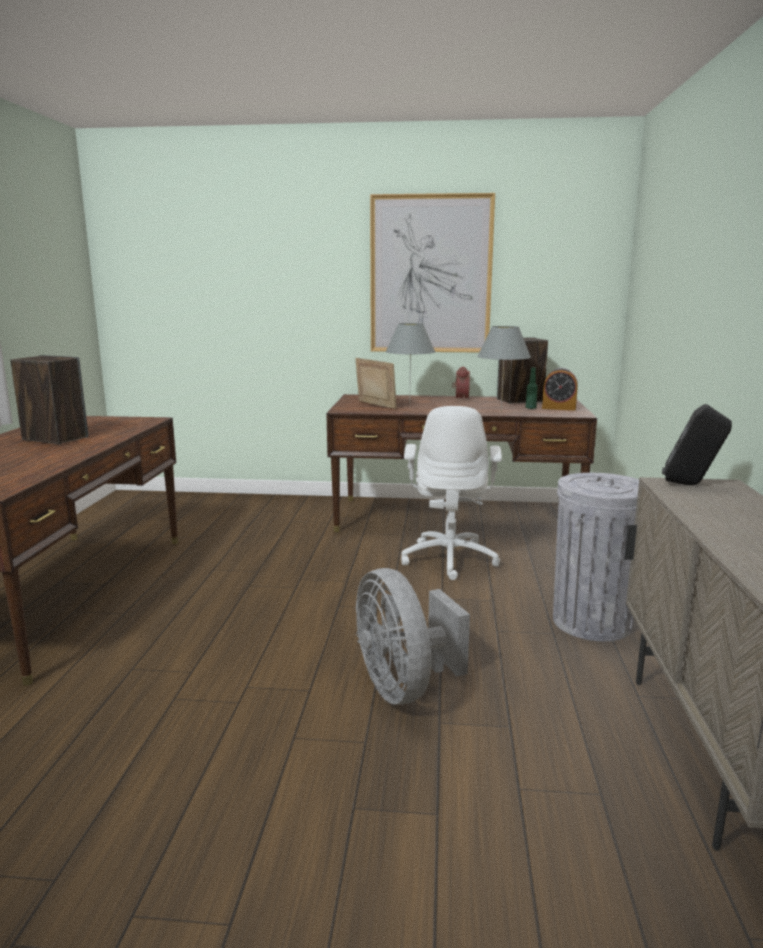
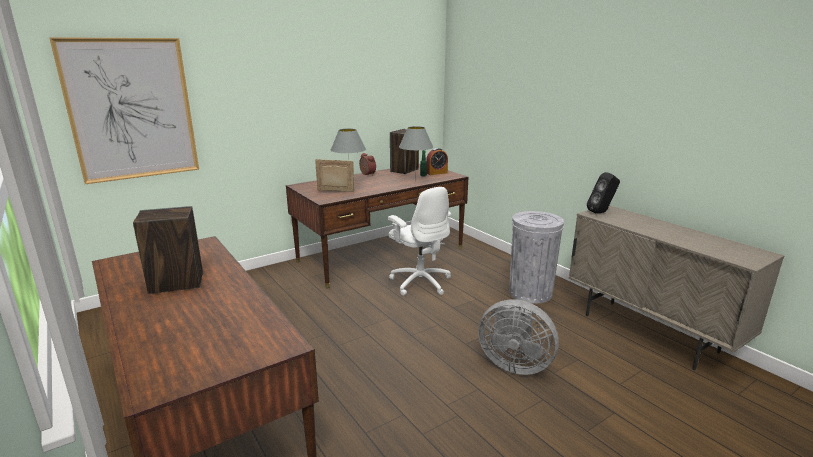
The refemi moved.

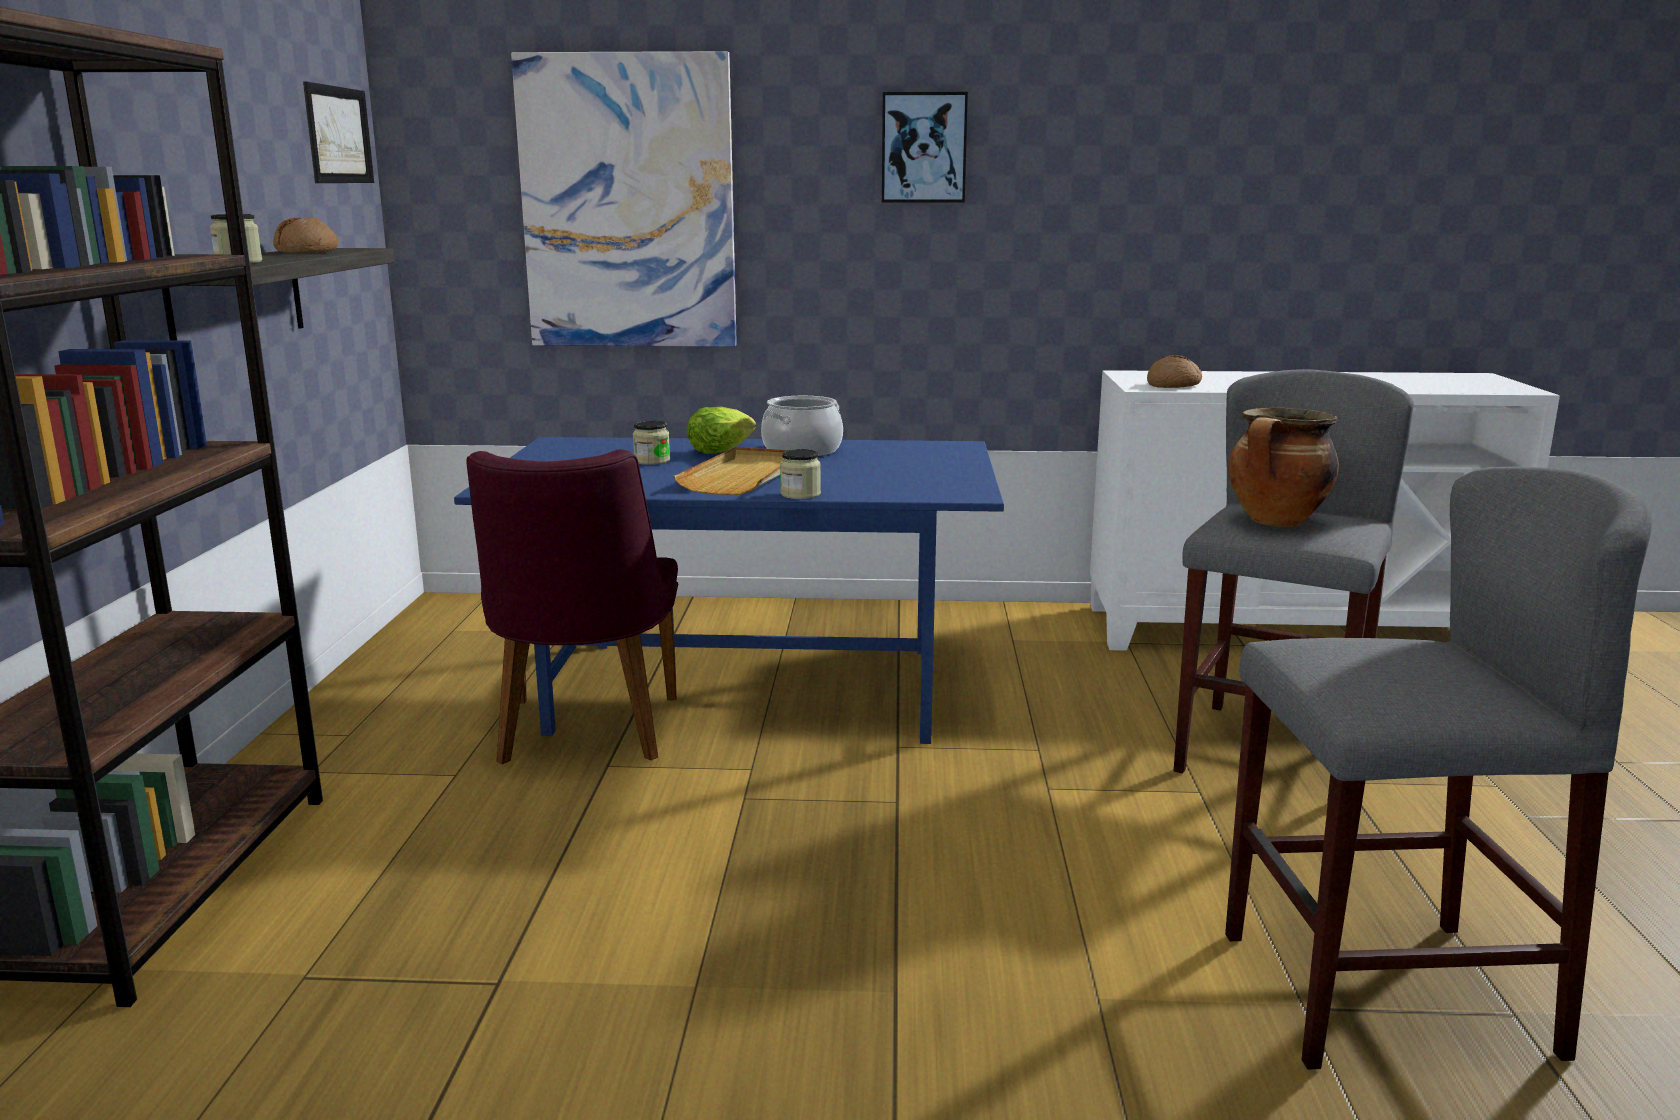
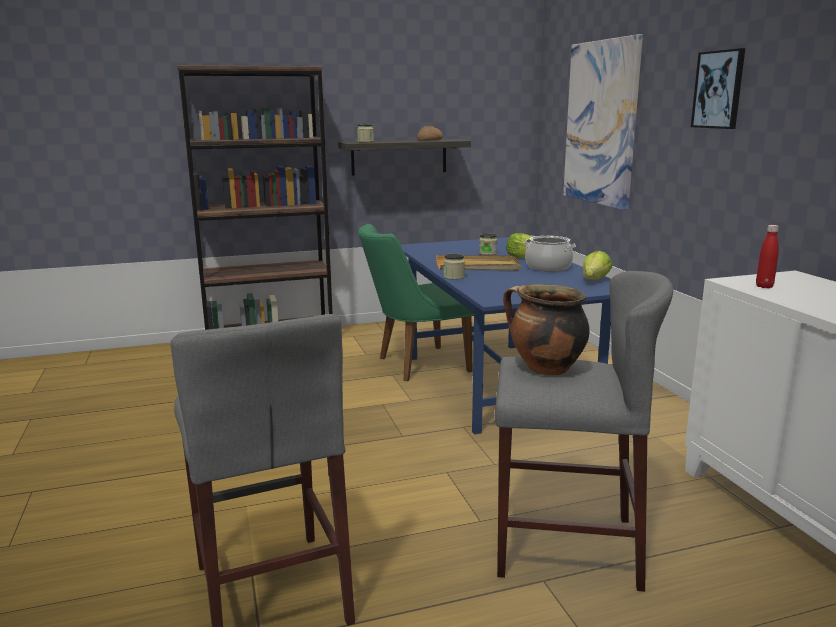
The refemi (no. 1 from left) disappeared.
The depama (no. 2 from left) was replaced by the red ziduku.
The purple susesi became the green susesi.
The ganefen (no. 2 from left) appeared.

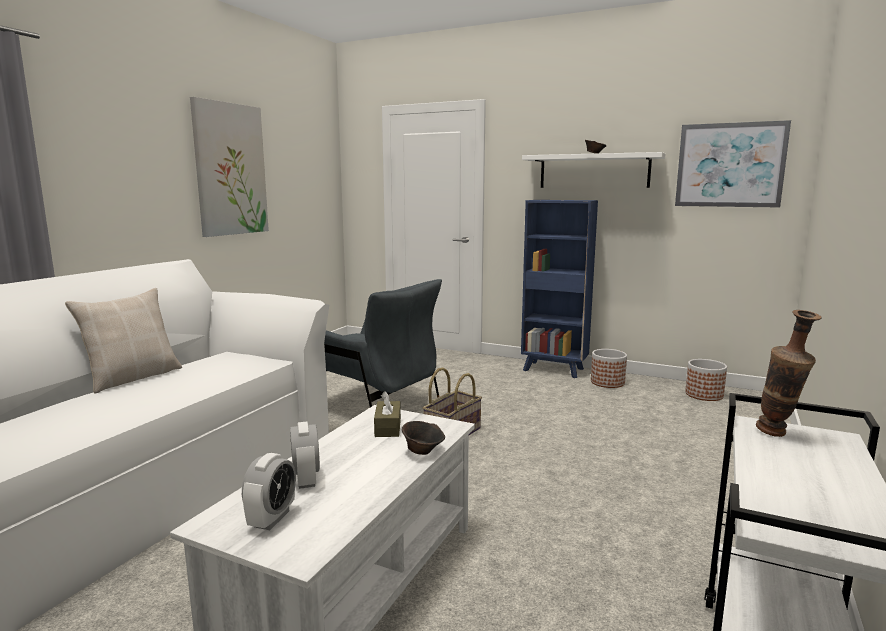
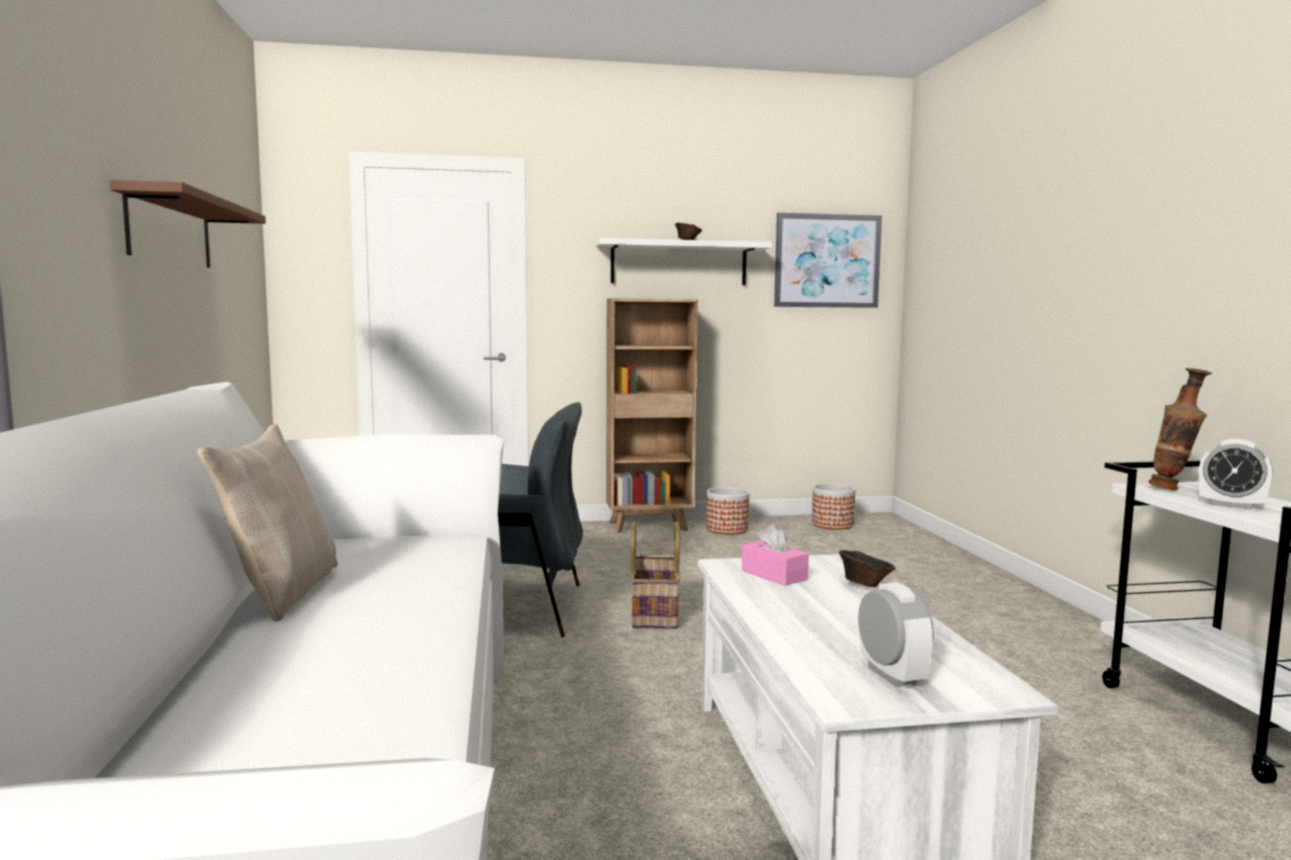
The refemi (no. 1 from left) was replaced by the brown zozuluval.
The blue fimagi became the brown fimagi.
The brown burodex became the pink burodex.
The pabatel (no. 2 from left) moved.

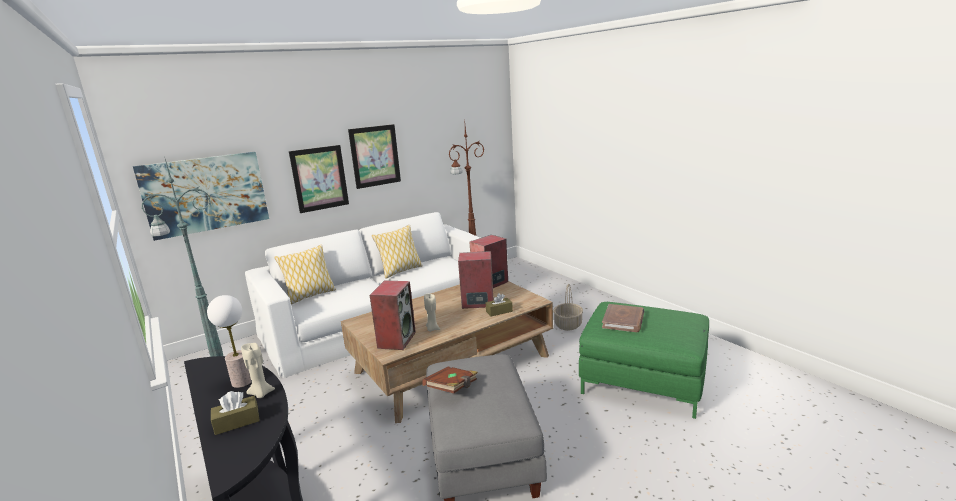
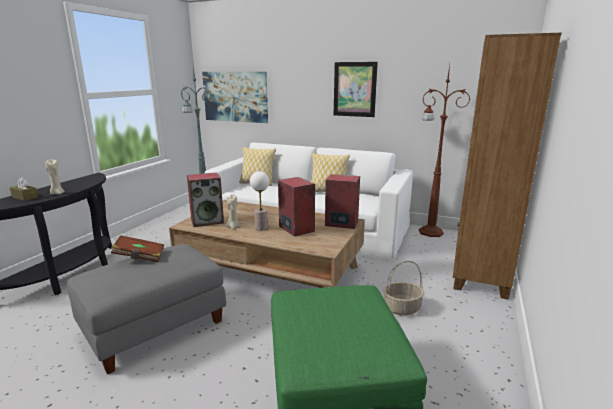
The refemi (no. 2 from left) disappeared.
The brown burodex (no. 2 from left) disappeared.
The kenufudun moved.
The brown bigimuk (no. 2 from left) disappeared.
The brown fimagi appeared.

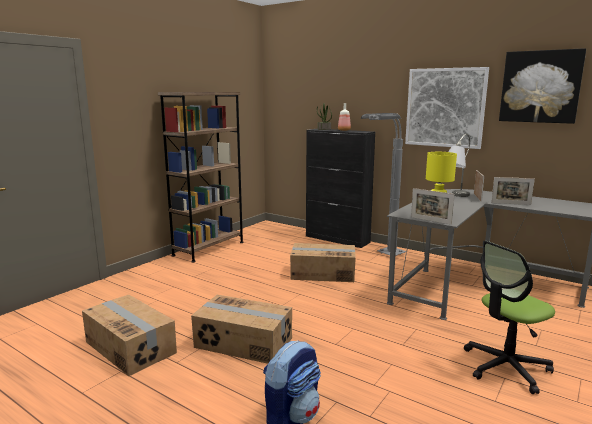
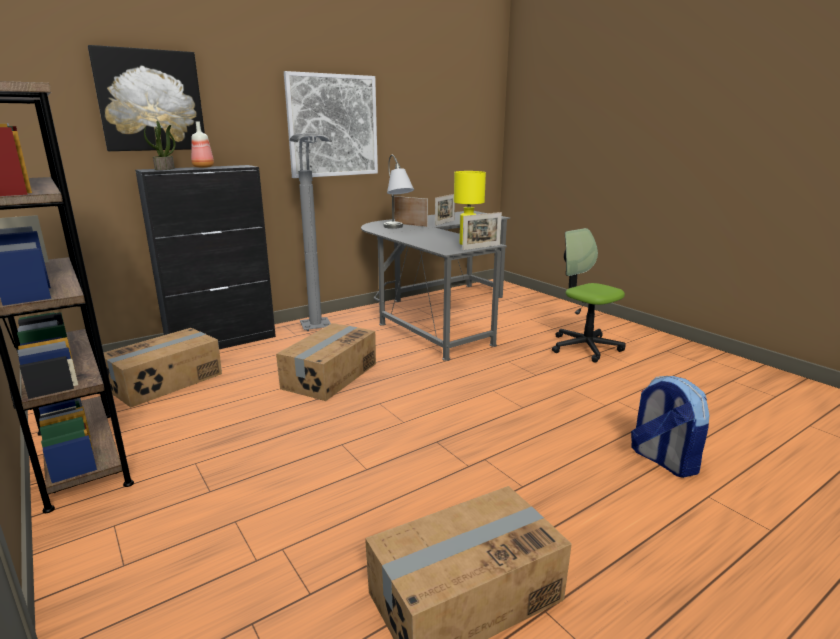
The refemi (no. 2 from left in the first image) moved.
The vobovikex turned 150 degrees clockwise.
The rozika (no. 2 from left in the first image) moved.

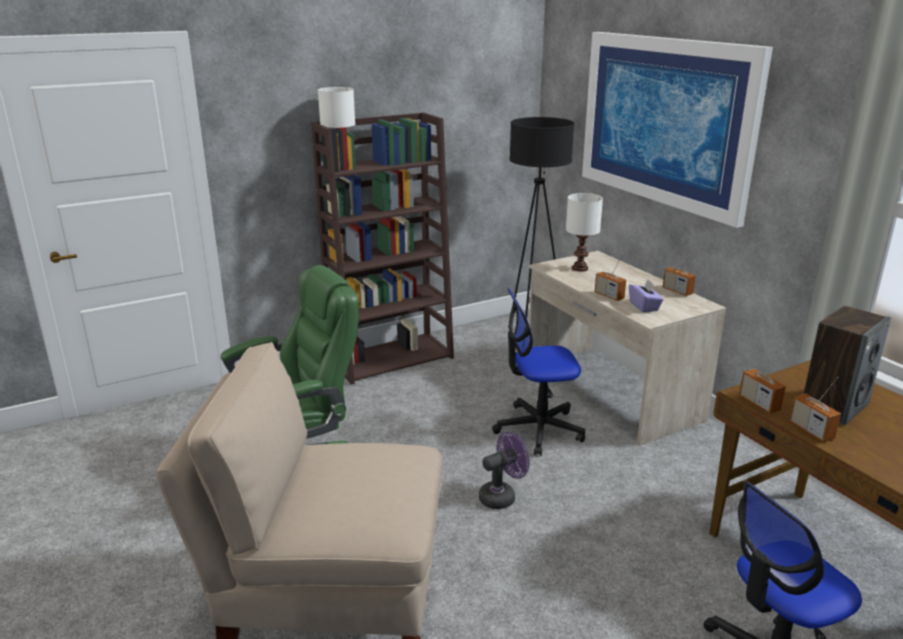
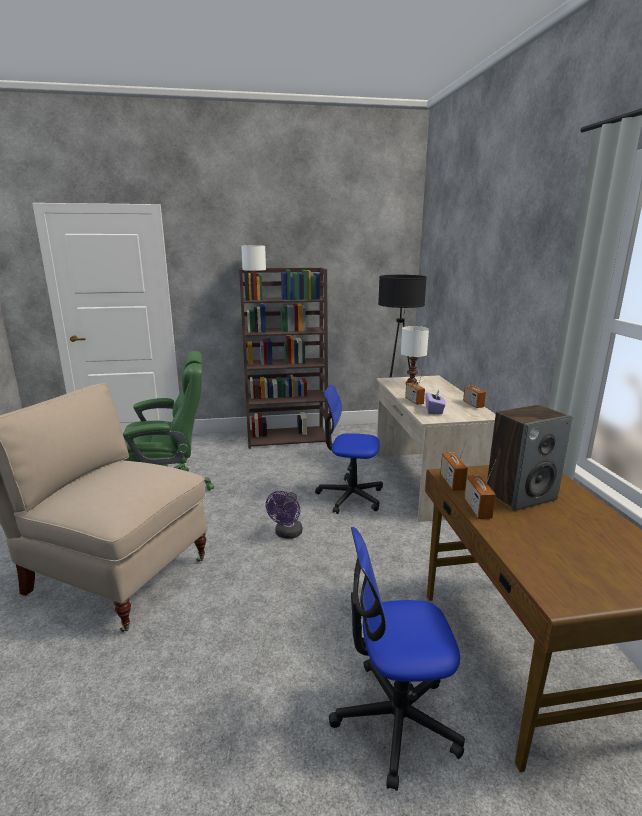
The refemi disappeared.
The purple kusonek turned 120 degrees clockwise.

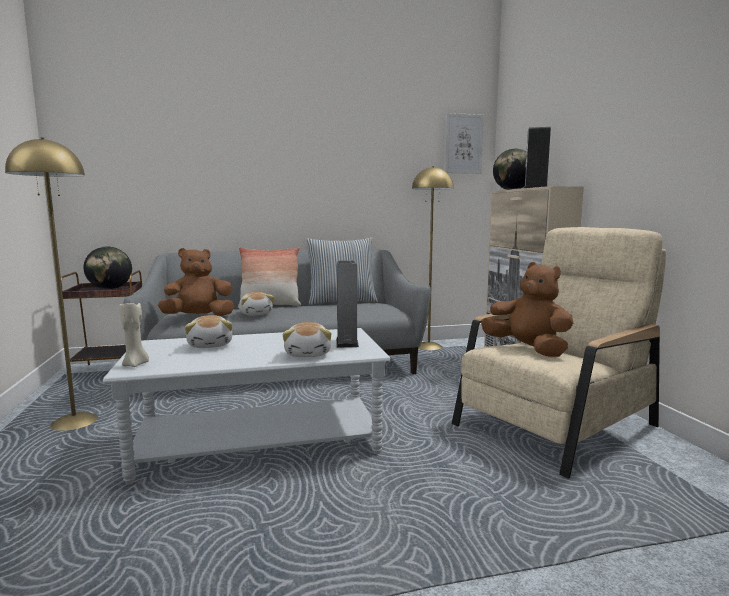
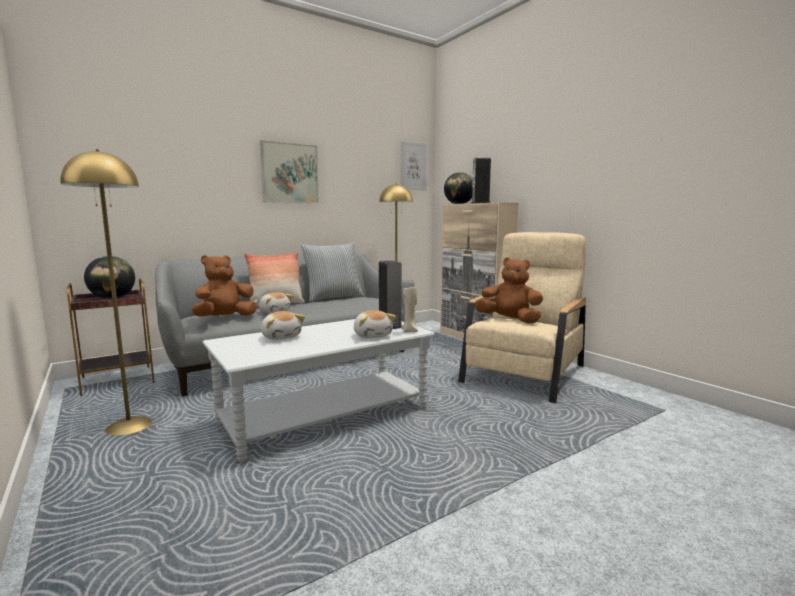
The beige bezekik moved.
The refemi (no. 1 from left) appeared.

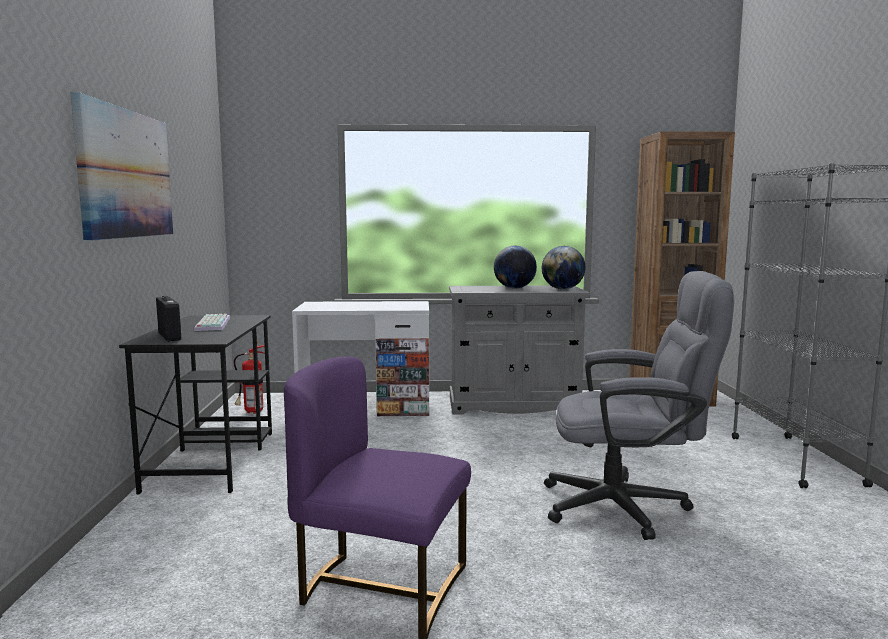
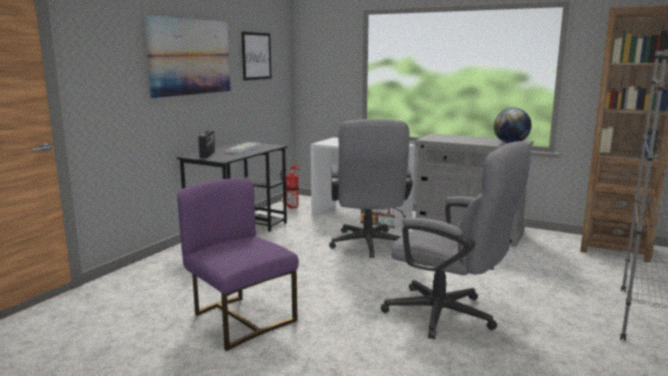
The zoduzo (no. 1 from left) disappeared.
The refemi (no. 2 from left) appeared.
The grey vobovikex (no. 1 from left) appeared.

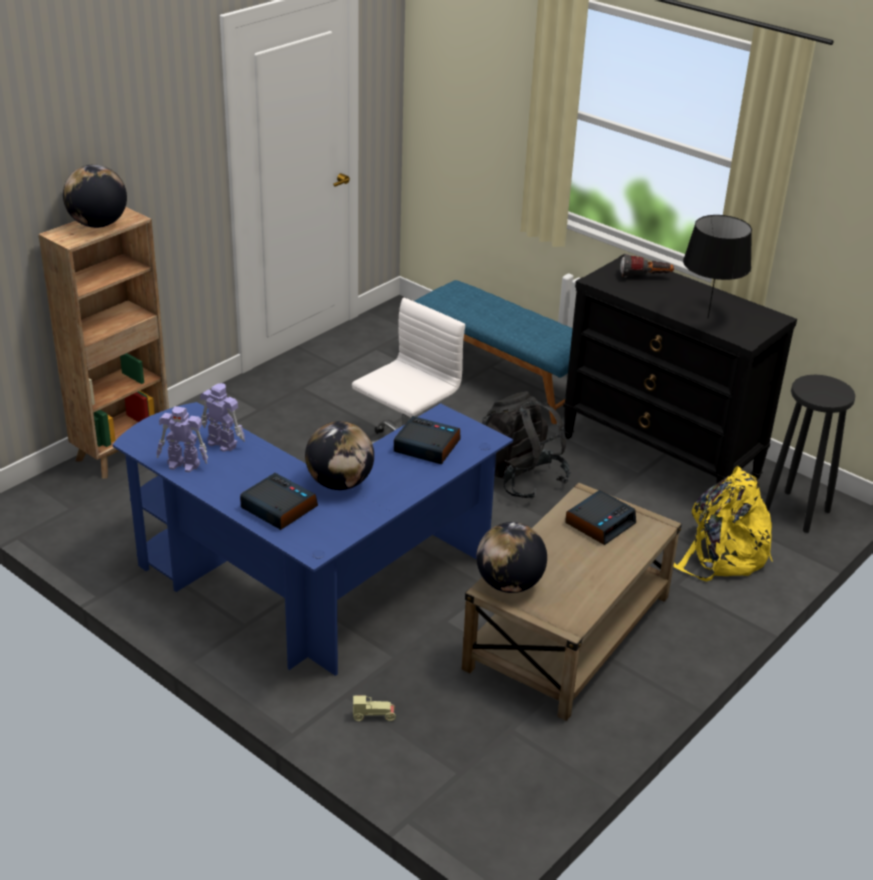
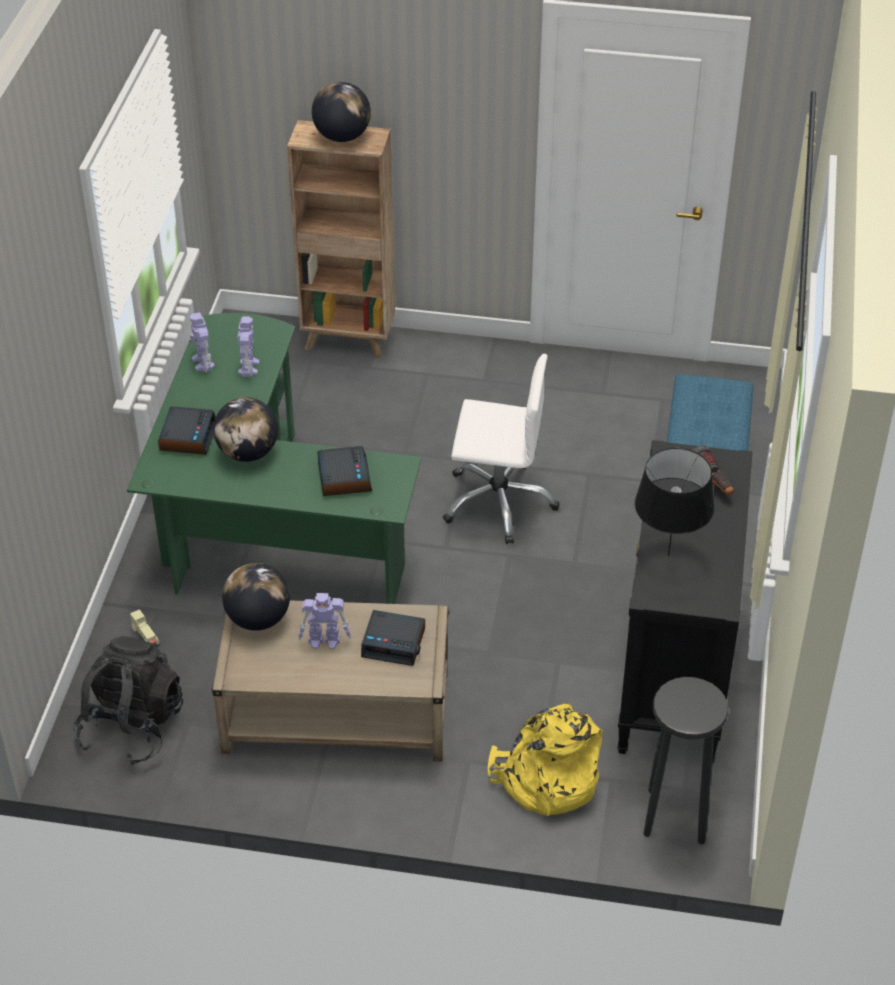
The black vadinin moved.
The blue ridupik became the green ridupik.
The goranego (no. 3 from left) appeared.

